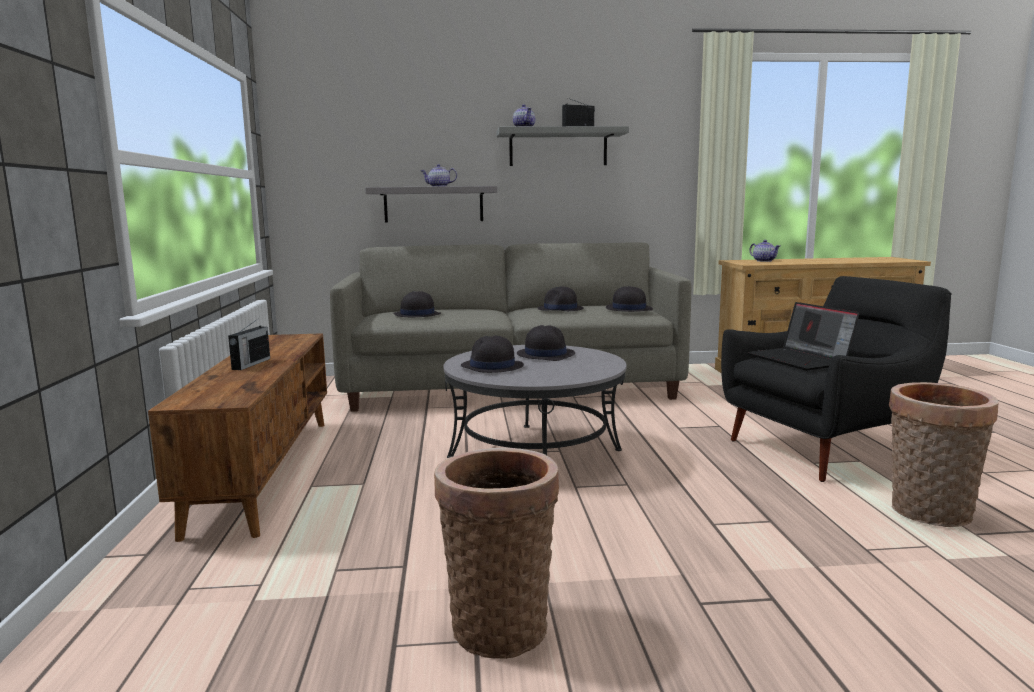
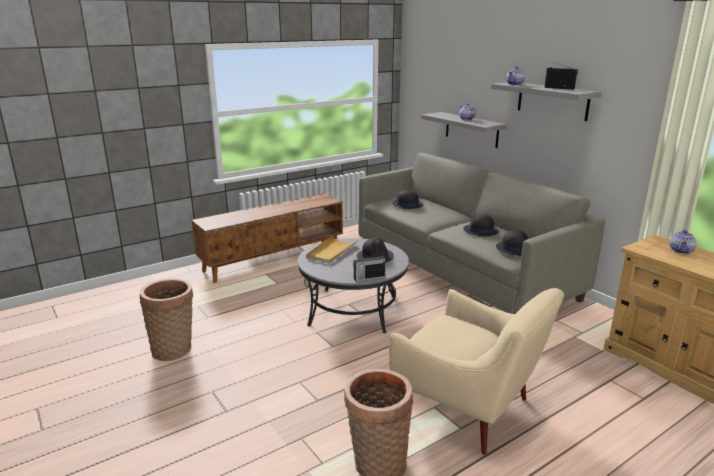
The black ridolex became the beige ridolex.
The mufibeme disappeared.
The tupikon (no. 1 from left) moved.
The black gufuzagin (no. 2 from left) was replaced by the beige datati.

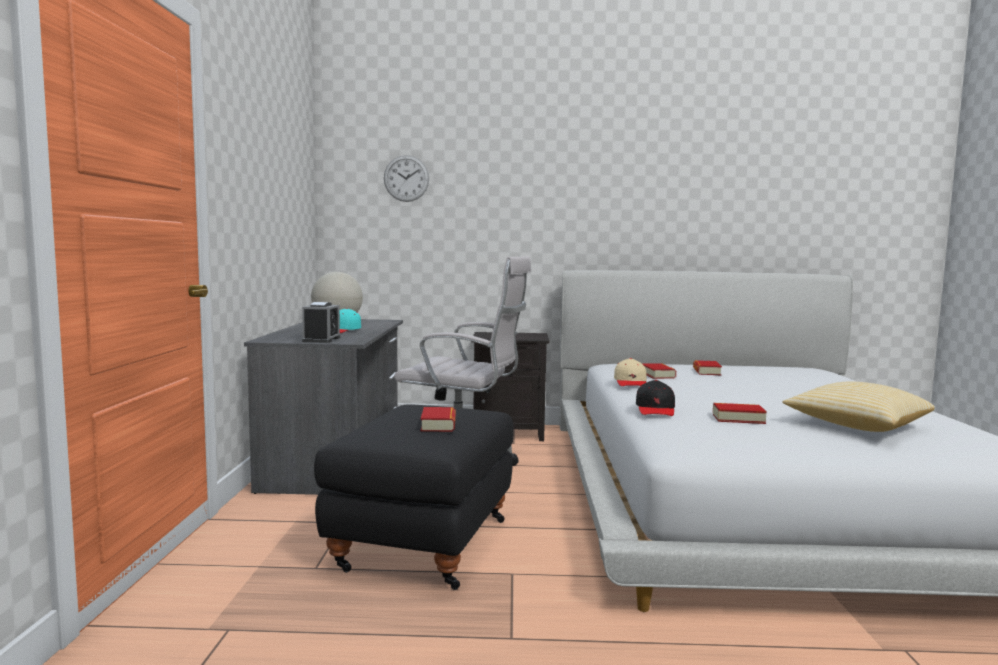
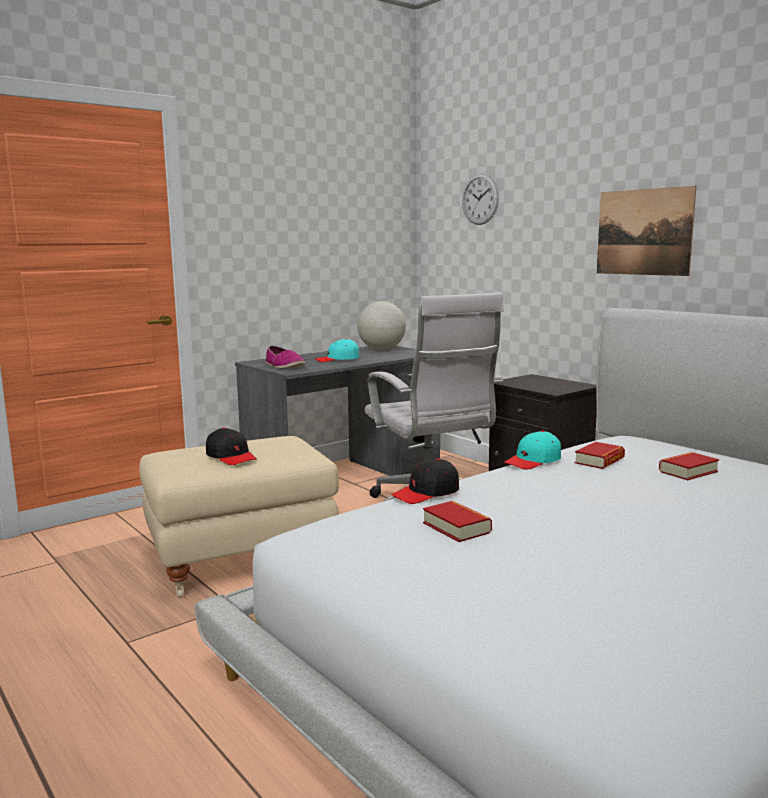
The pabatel was replaced by the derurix.
The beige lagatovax became the turquoise lagatovax (no. 2 from left).
The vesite disappeared.
The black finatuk became the beige finatuk.
The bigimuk (no. 1 from left) was replaced by the black lagatovax (no. 1 from left).
The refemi appeared.

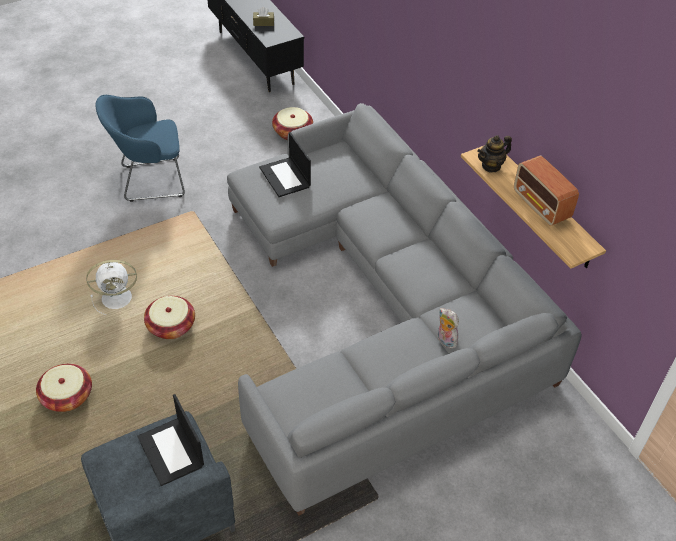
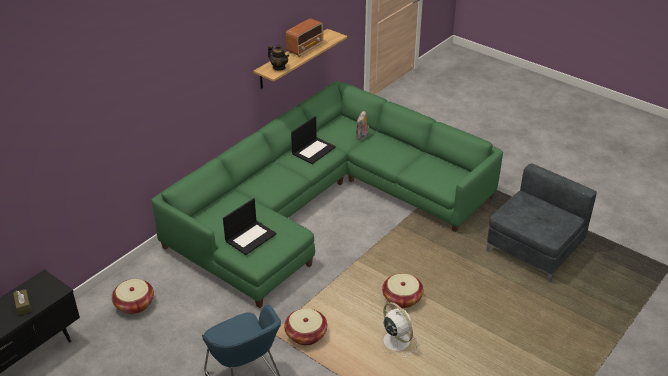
The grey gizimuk became the green gizimuk.
The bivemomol (no. 1 from left in the first image) moved.
The mufibeme (no. 1 from left in the first image) moved.

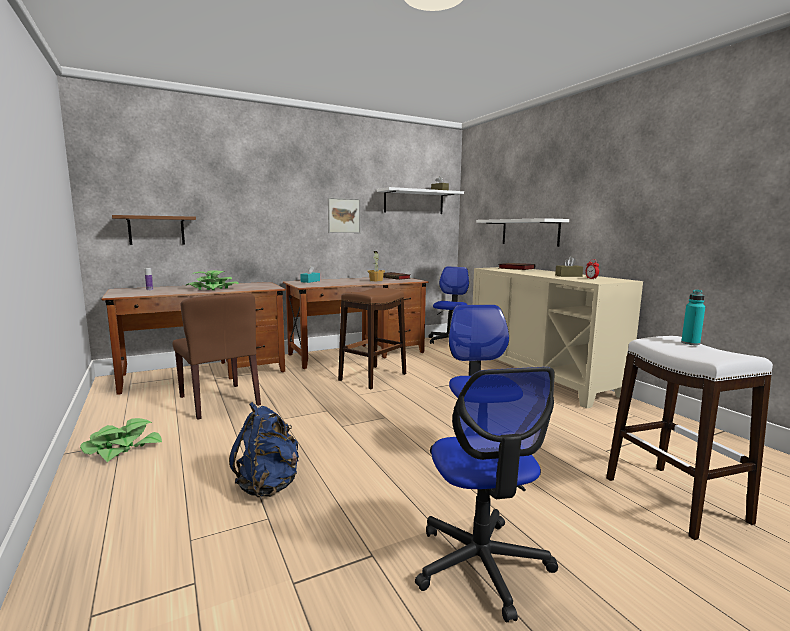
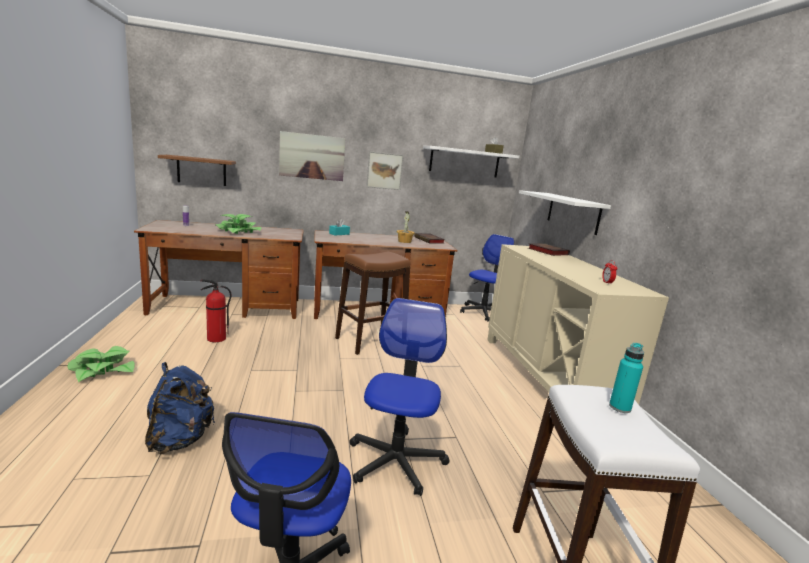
The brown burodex (no. 2 from left) disappeared.
The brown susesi was replaced by the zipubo.
The refemi (no. 1 from left) appeared.

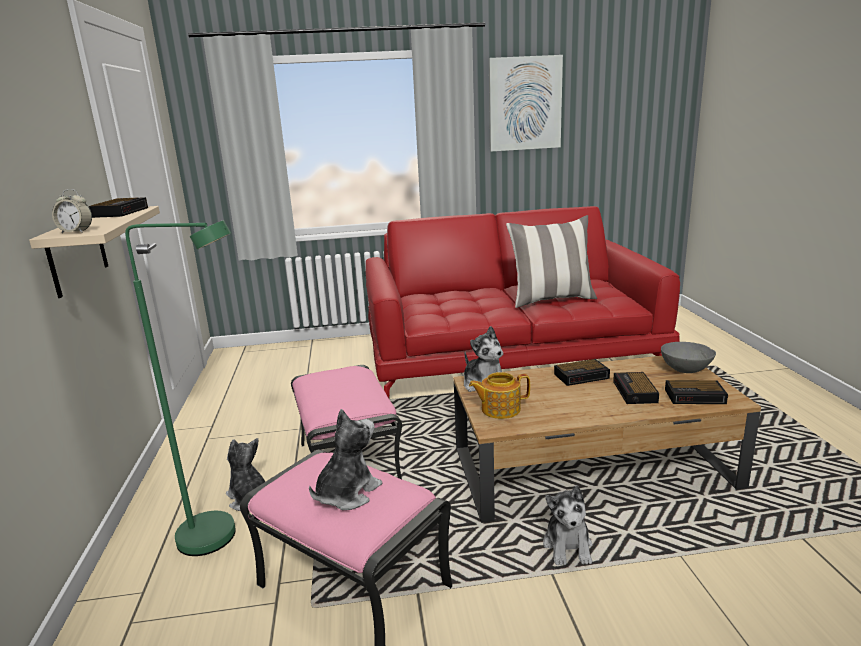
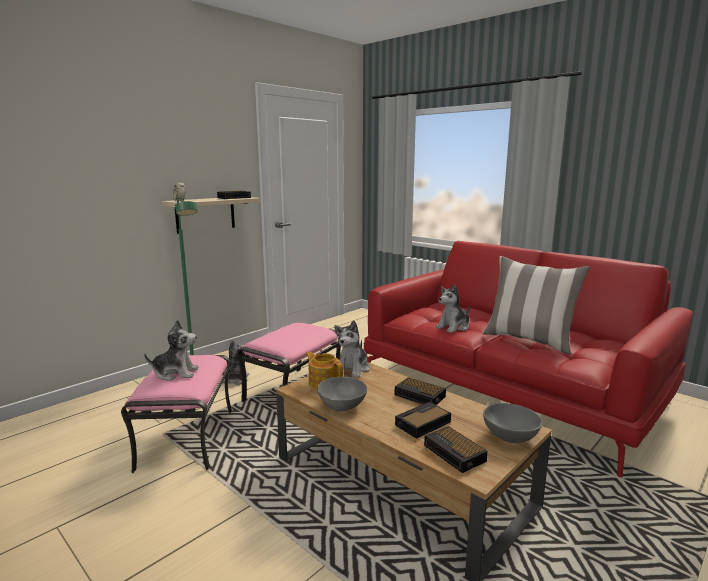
The refemi disappeared.
The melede (no. 4 from left) moved.
The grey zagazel (no. 1 from left) appeared.

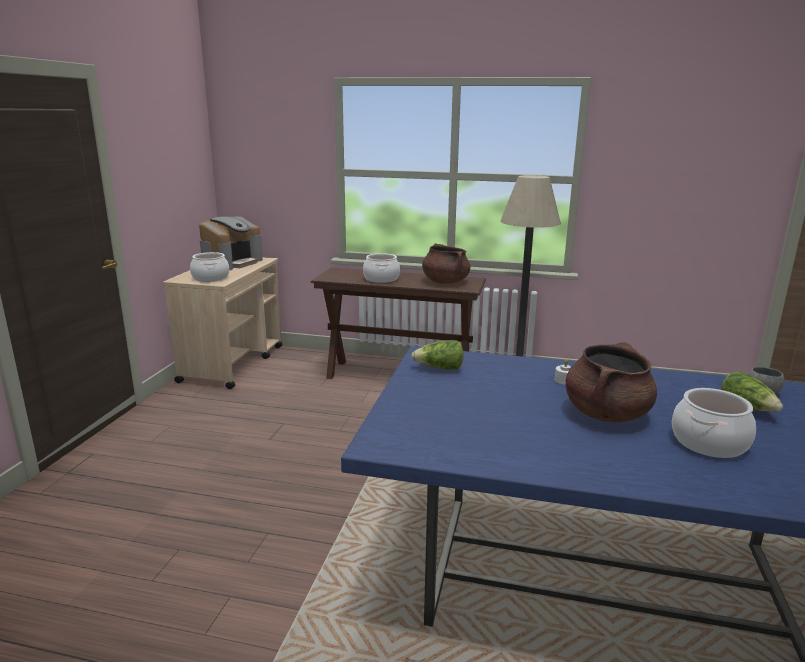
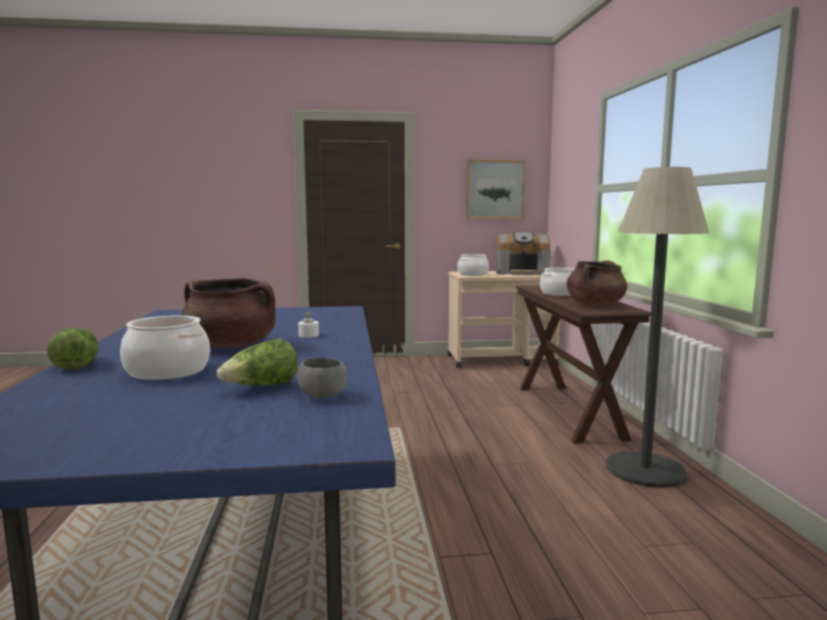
The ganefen (no. 1 from left) moved.
The refemi appeared.

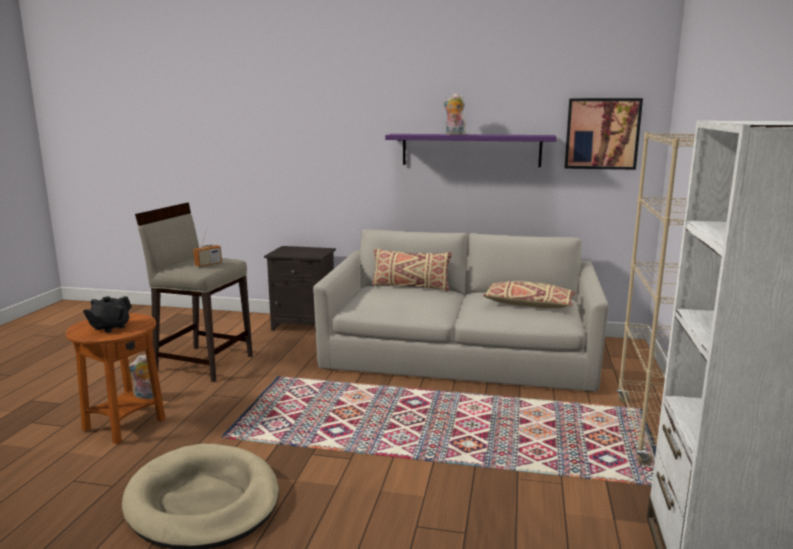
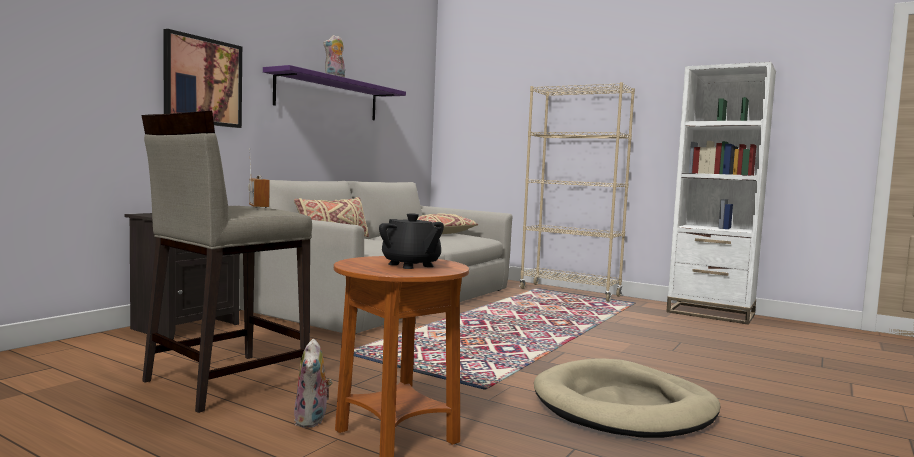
The refemi moved.

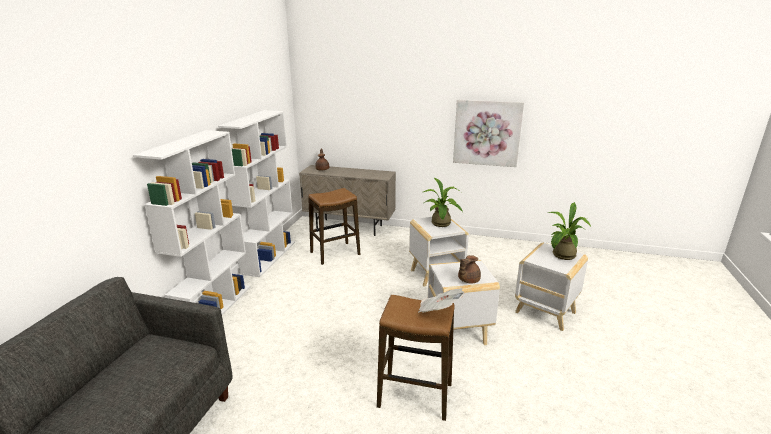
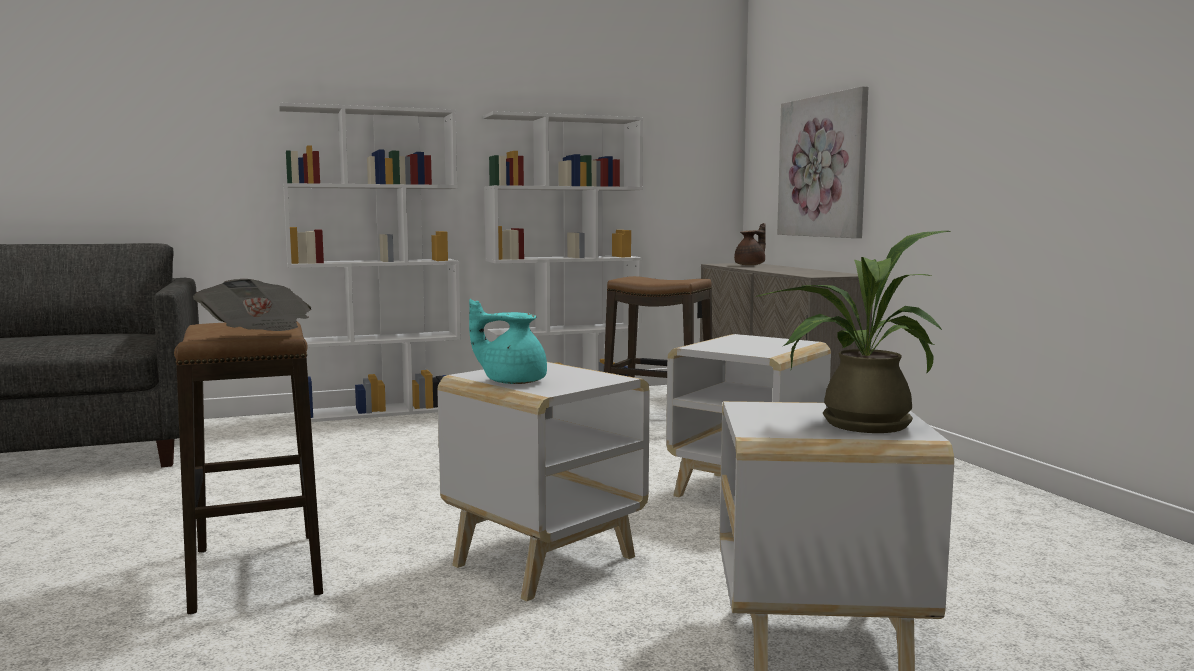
The refemi moved.
The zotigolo (no. 1 from left) disappeared.
The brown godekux (no. 2 from left) became the turquoise godekux.

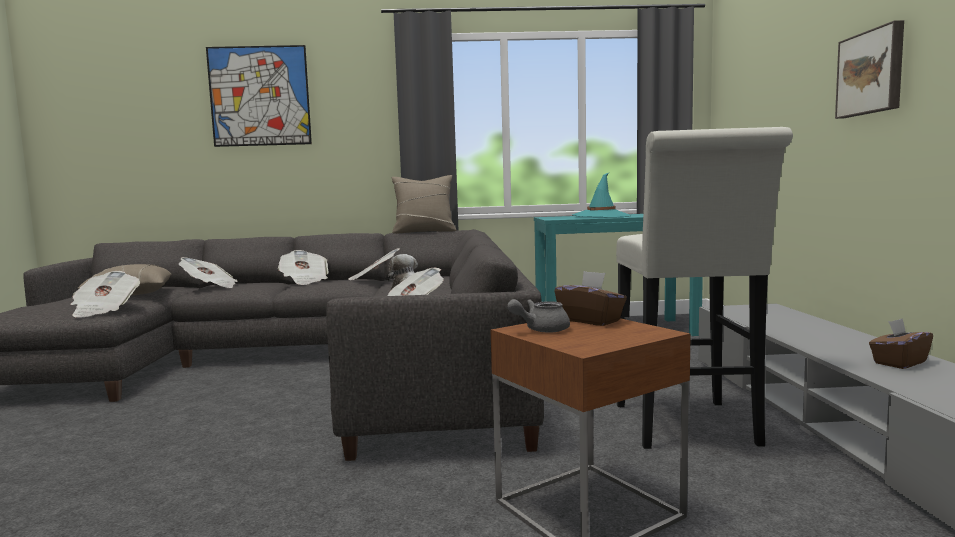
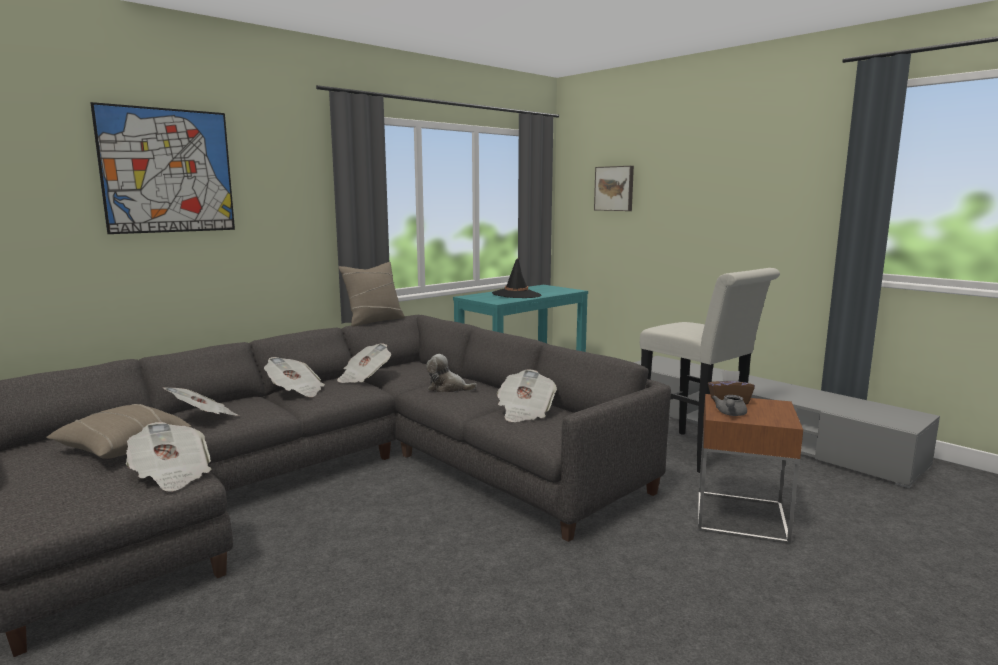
The refemi (no. 2 from left) moved.
The turquoise gufuzagin became the black gufuzagin.
The brown burodex (no. 2 from left) disappeared.

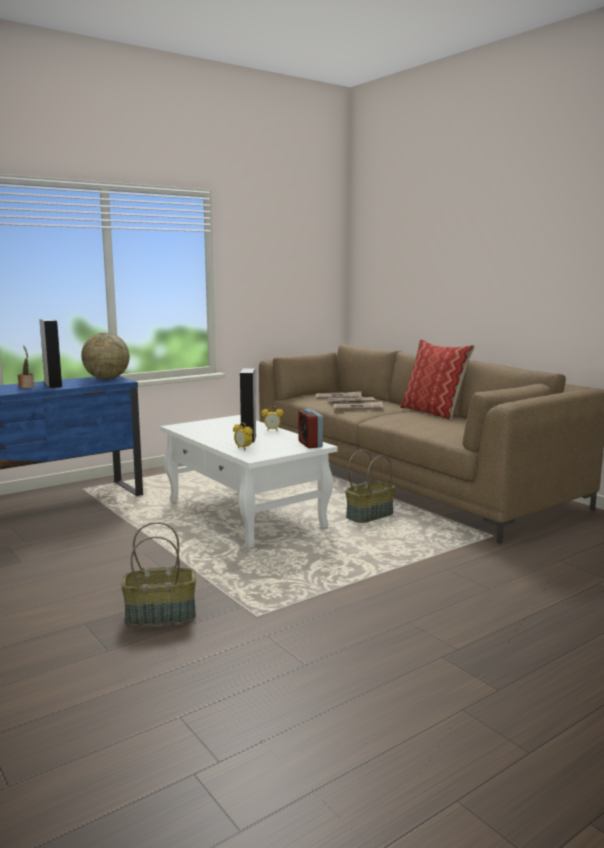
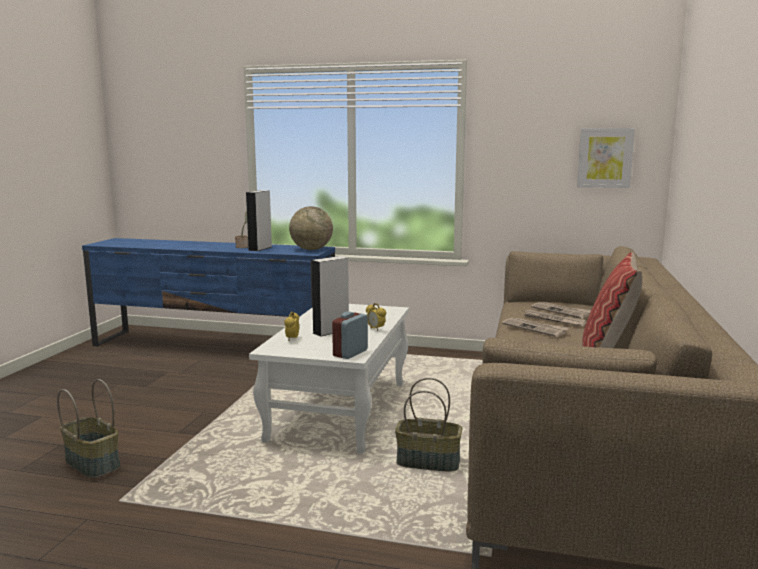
The refemi appeared.

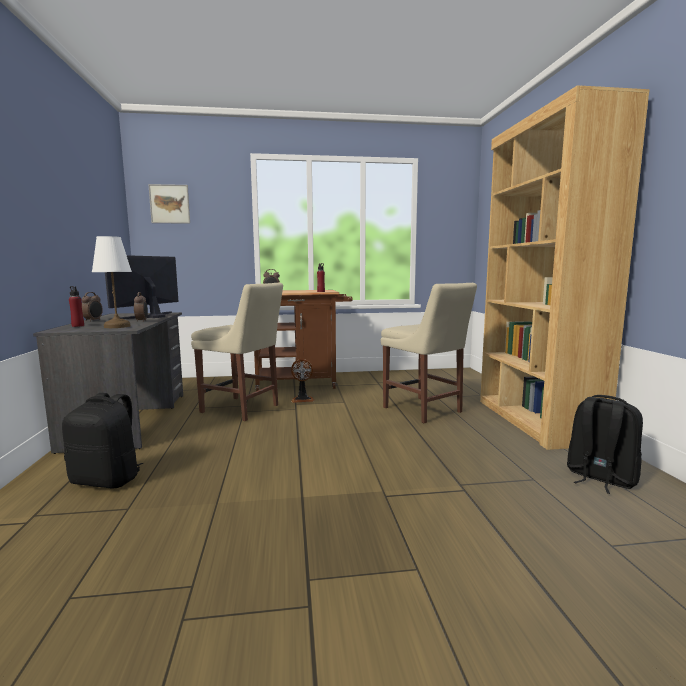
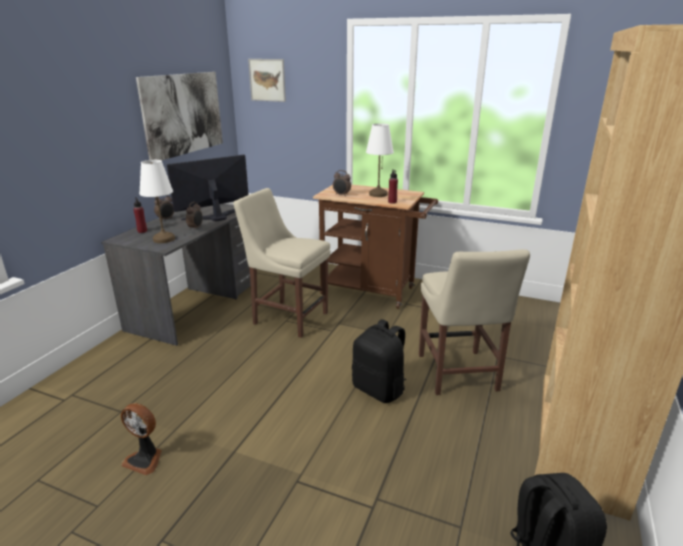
The beige susesi (no. 1 from left) turned 150 degrees clockwise.
The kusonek moved.
The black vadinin (no. 1 from left) moved.
The refemi (no. 1 from left) appeared.
The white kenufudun (no. 2 from left) appeared.

